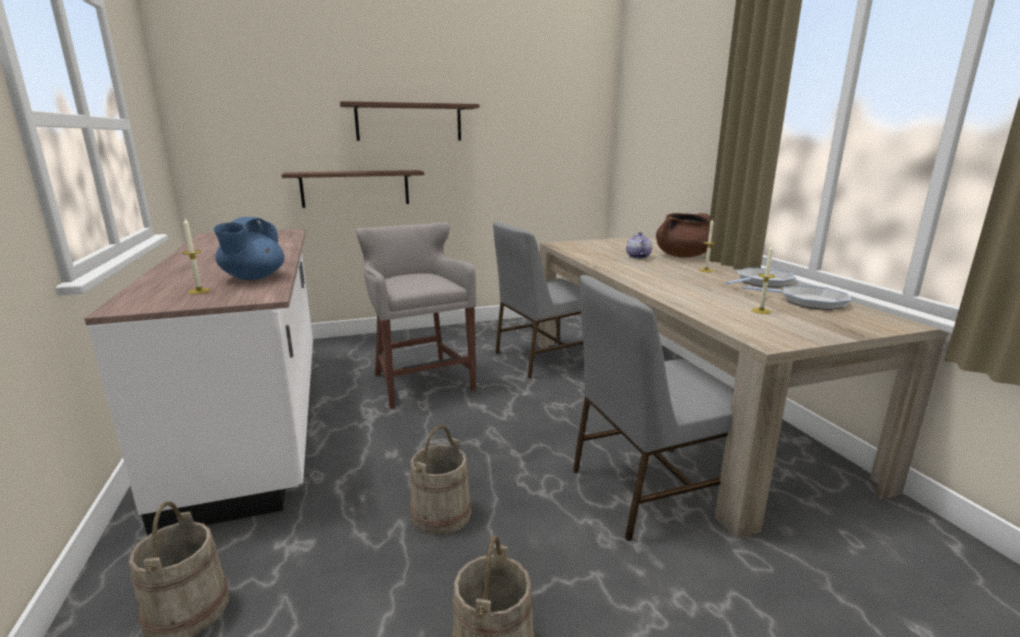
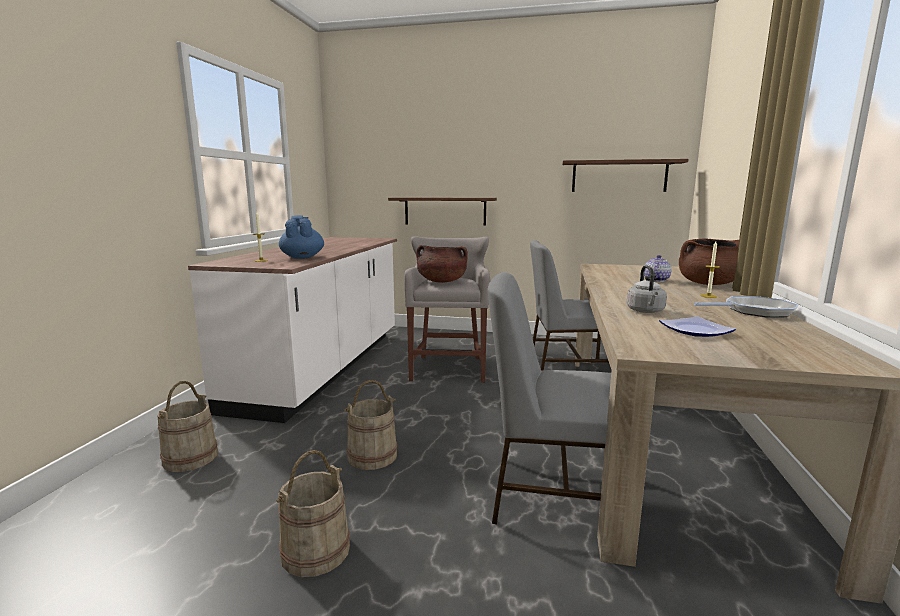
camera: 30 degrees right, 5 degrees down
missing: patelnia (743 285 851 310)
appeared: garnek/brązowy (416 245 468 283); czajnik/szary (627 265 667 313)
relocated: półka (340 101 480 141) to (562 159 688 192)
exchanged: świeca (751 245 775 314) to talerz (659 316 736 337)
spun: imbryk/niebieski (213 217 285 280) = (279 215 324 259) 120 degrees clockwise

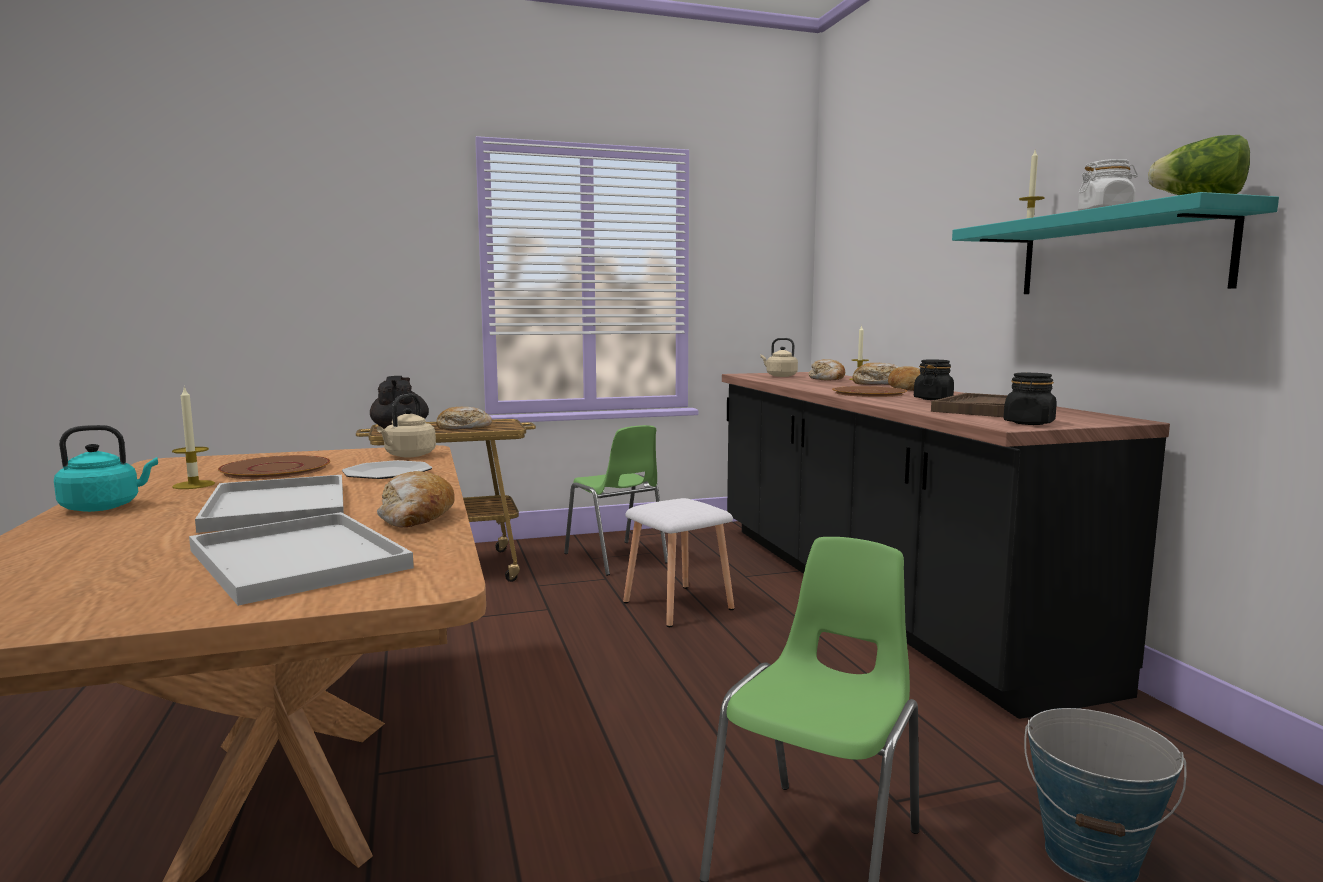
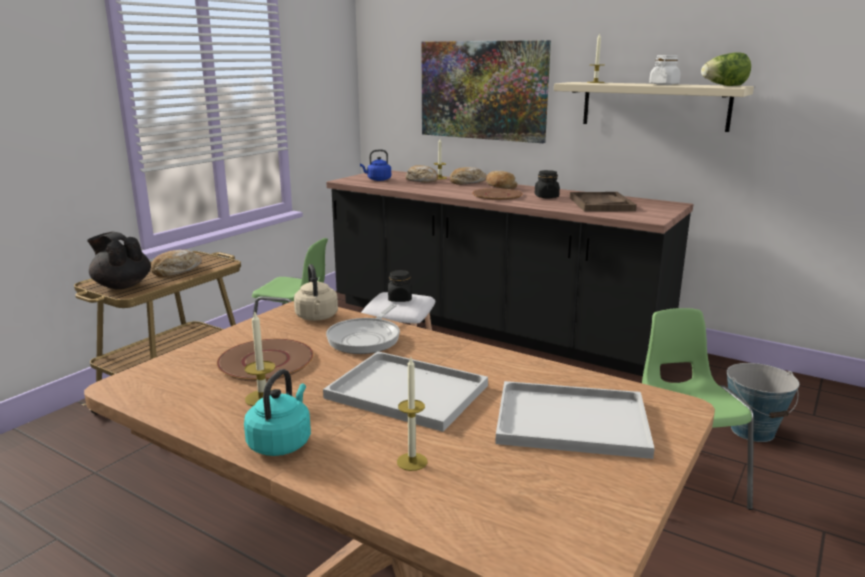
camera: 40 degrees left, 10 degrees up
missing: chleb (377 471 454 527)
appeared: świeca (397 358 428 471); obraz (421 40 551 143)
relocated: słoik/czarny (1004 373 1057 425) to (388 270 412 302)
exchanged: talerz (342 460 432 479) to patelnia (326 304 400 354)
colour: czajnik/beżowy (760 338 798 377) to czajnik/niebieski (360 150 391 181); półka/turkusowy (952 192 1279 294) to półka/beżowy (554 82 754 132)

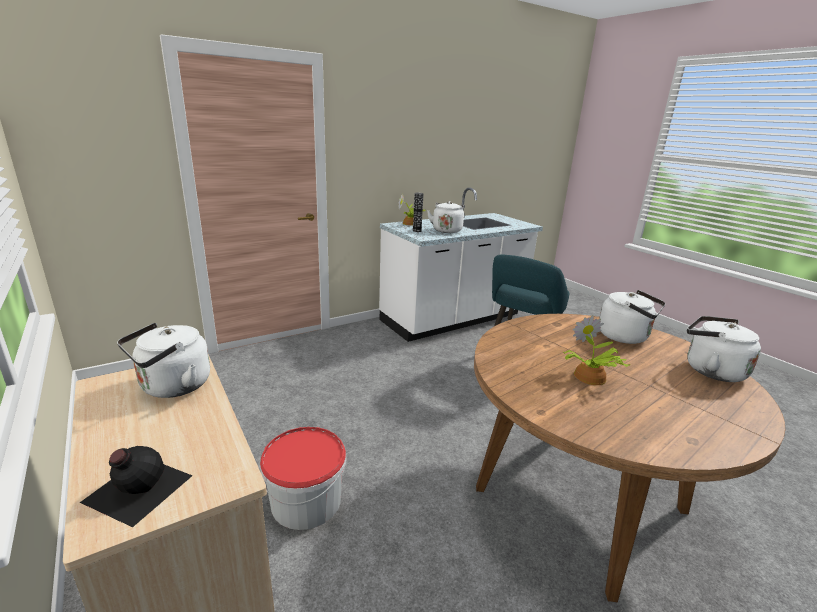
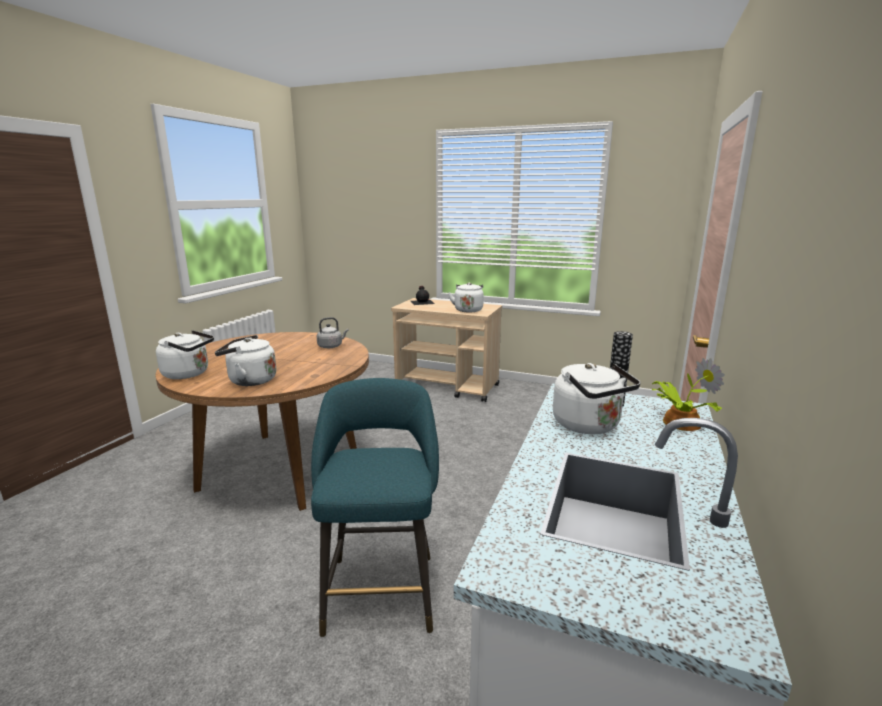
camera: 145 degrees right, 5 degrees down
missing: wiadro (260 427 347 530); roślina doniczkowa (564 315 630 385)
appeared: czajnik/szary (317 317 349 348)

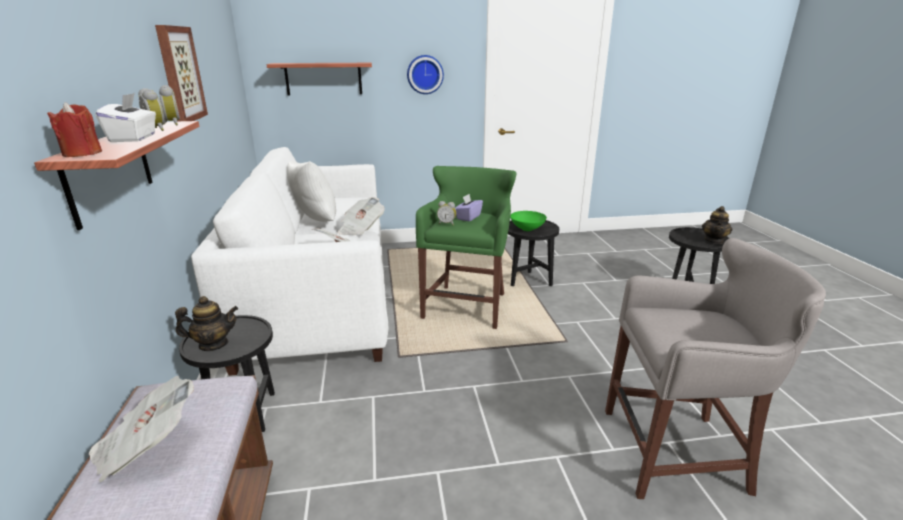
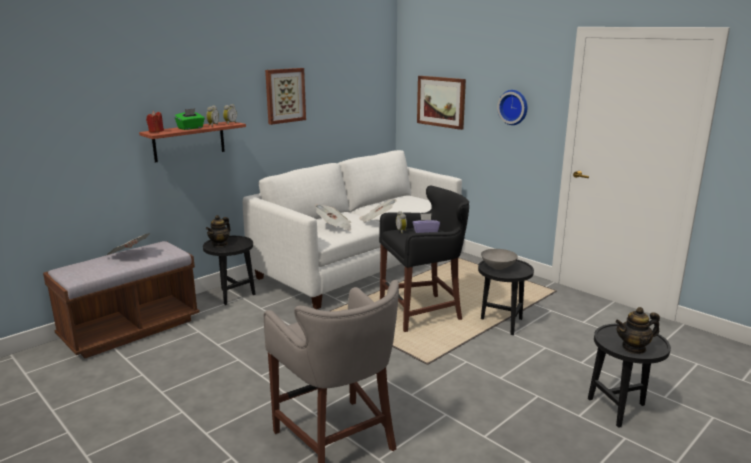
camera: 55 degrees right, 5 degrees down
missing: poduszka/biały (287 161 336 222)
exchanged: półka (266 63 372 95) to obraz (417 76 466 130)
colour: pudełko chusteczek/biały (96 93 156 142) to pudełko chusteczek/zielony (174 108 205 130); stołek/zielony (416 166 516 329) to stołek/czarny (379 186 469 332); miska/zielony (510 211 547 231) to miska/szary (481 249 518 270)
spun: imbryk (175 296 238 351) = (206 215 231 247) 75 degrees clockwise

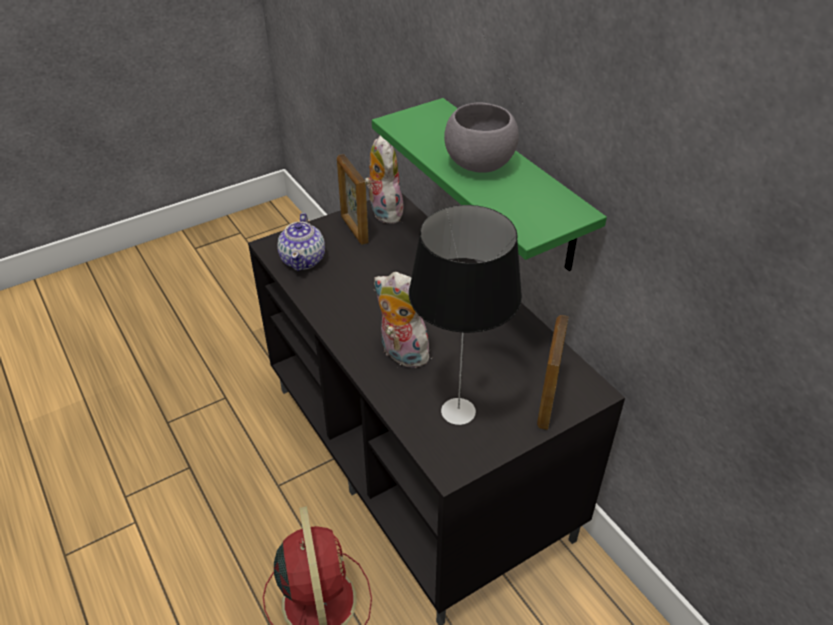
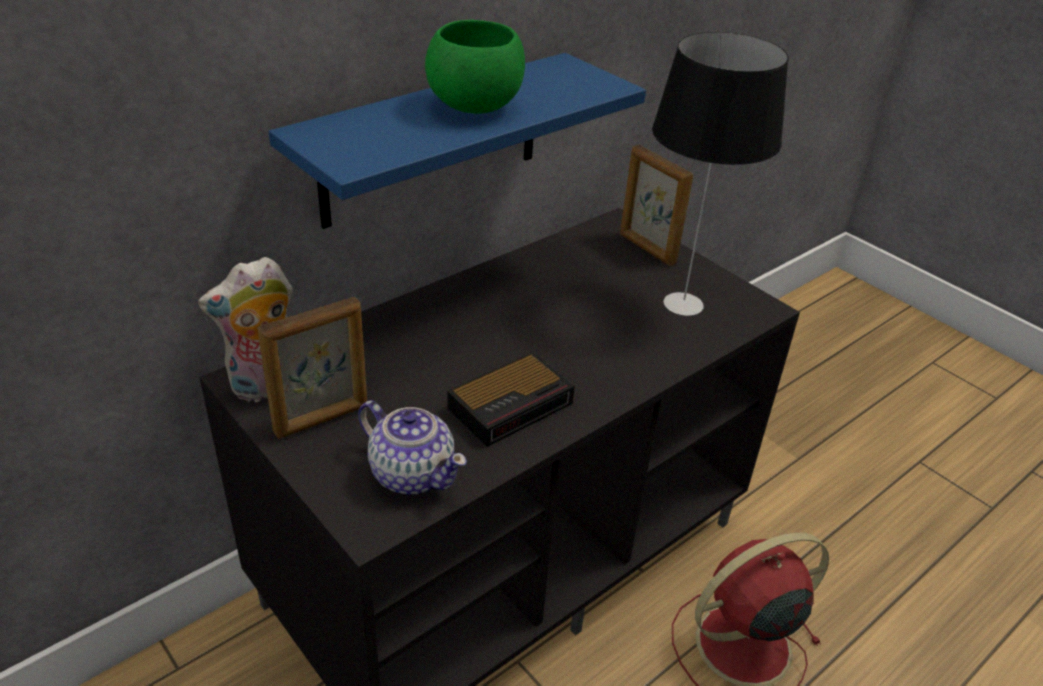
camera: 100 degrees left, 5 degrees down
missing: pluszak (374 272 429 368)
appeared: budzik (447 352 575 447)
colour: półka/zielony (372 98 607 271) to półka/niebieski (269 53 646 229); miska/szary (444 102 519 173) to miska/zielony (425 20 525 114)
spun: imbryk (277 213 325 271) = (358 400 467 495) 45 degrees clockwise; ramka na zdjęcie (537 315 569 430) = (620 145 693 266) 45 degrees clockwise

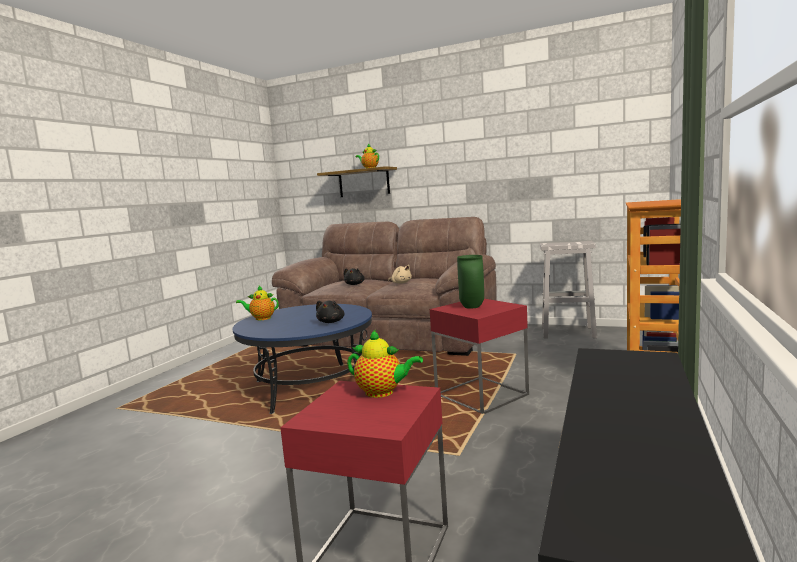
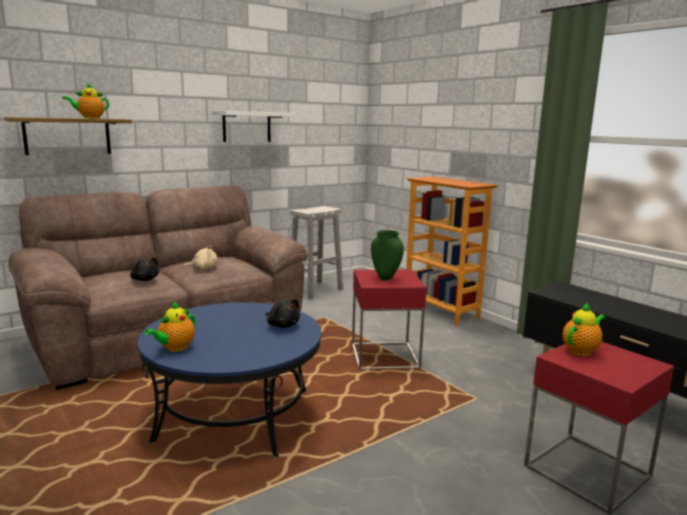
camera: 60 degrees left, 5 degrees up
appeared: półka/biały (212 111 295 142)

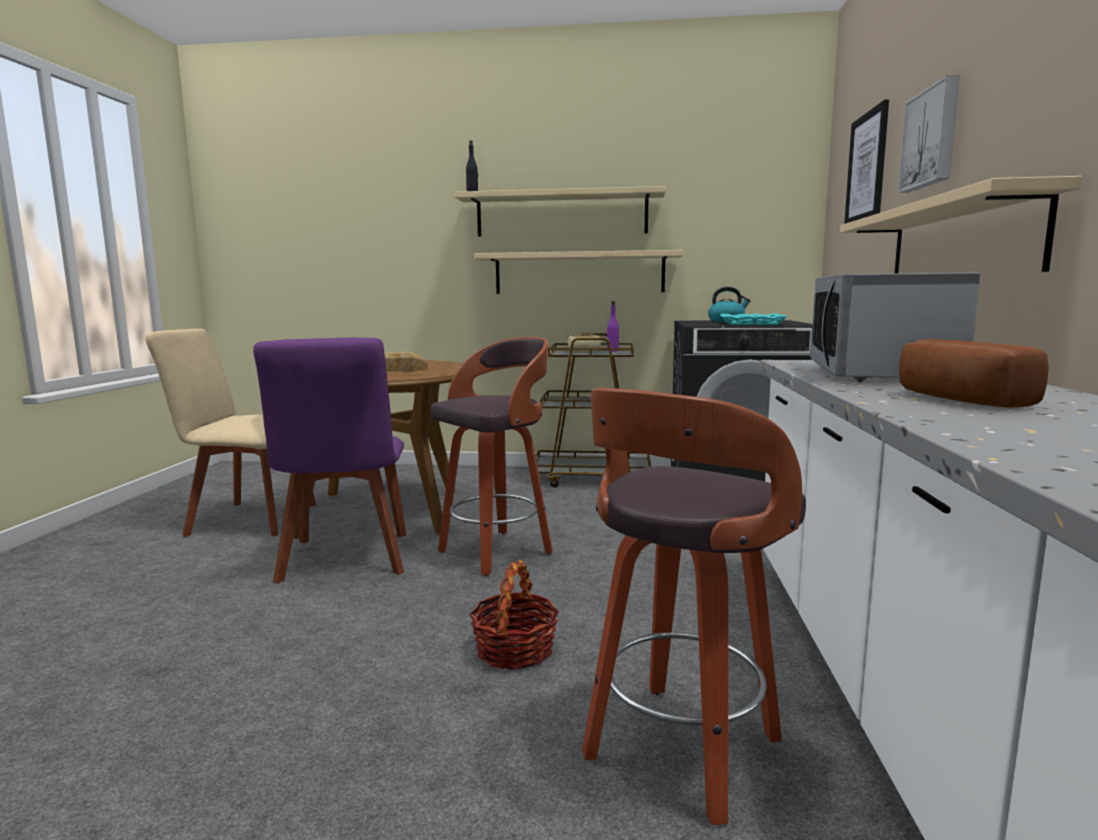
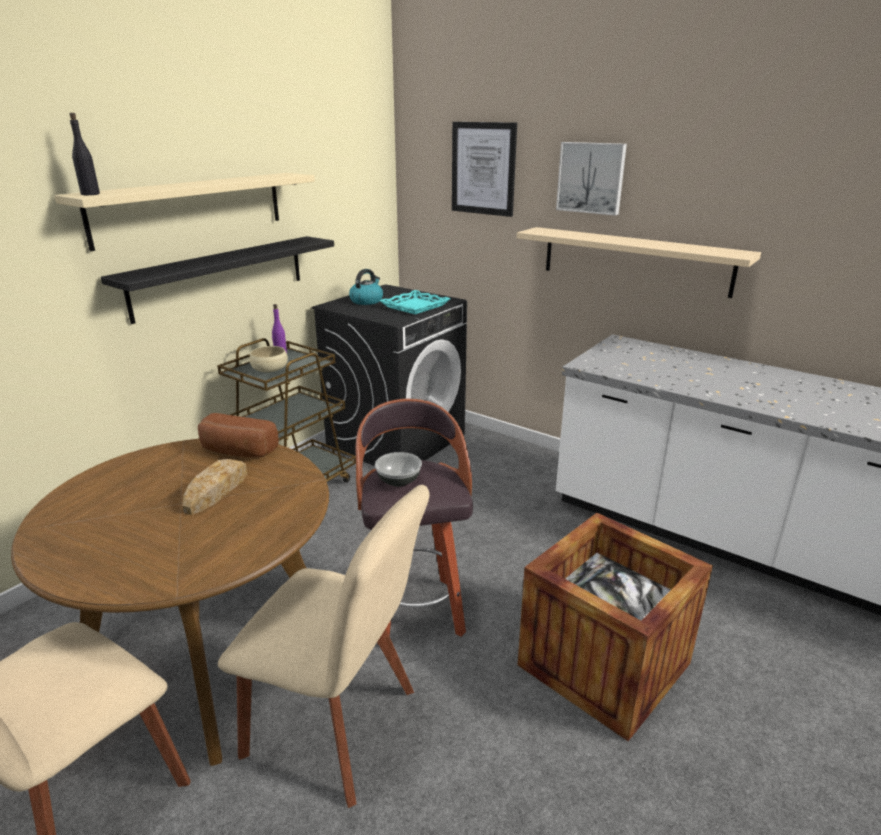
camera: 60 degrees left, 15 degrees up
missing: stołek (582 388 806 825); mikrofalówka (811 272 981 382)
appeared: miska (375 452 422 487)
relocated: chleb (899 339 1049 408) to (198 413 279 457)
exchanged: koszyk (469 560 559 670) to skrzynka (518 513 713 741)
colour: krzesło/fioletowy (253 337 406 584) to krzesło/beżowy (218 485 430 808); półka/beżowy (474 250 684 294) to półka/czarny (101 236 334 324)

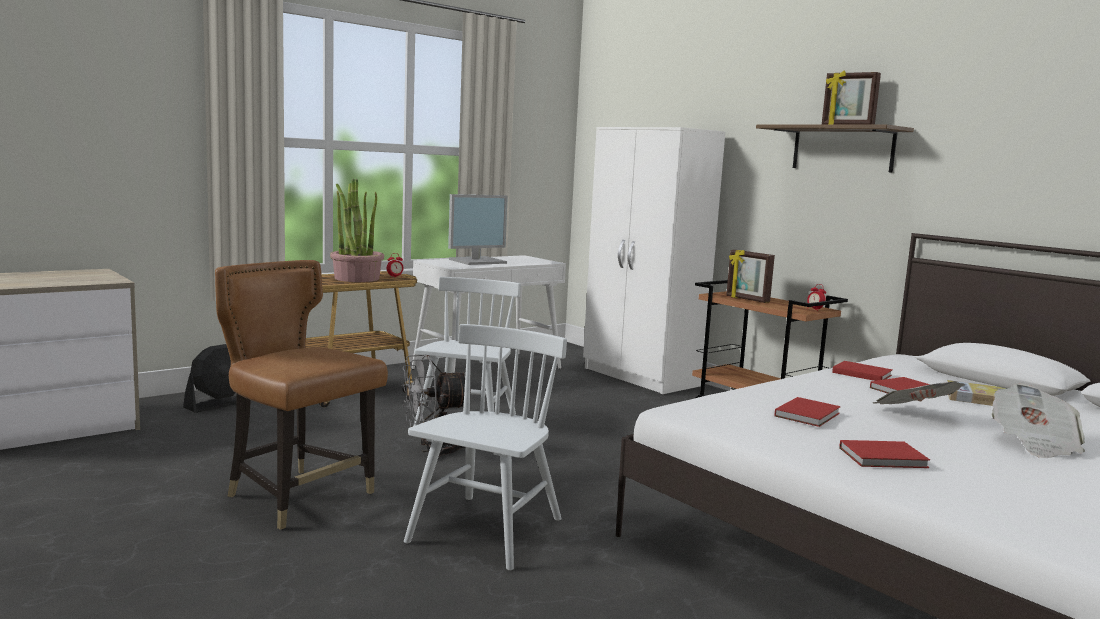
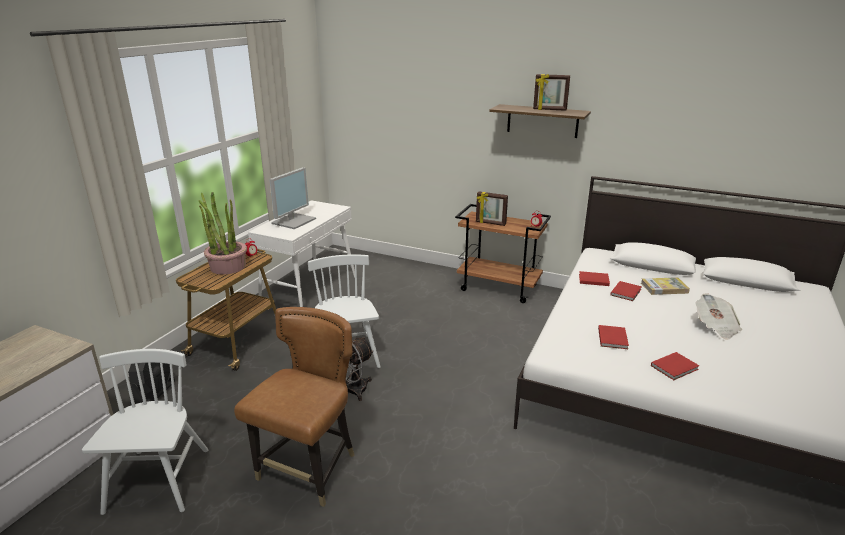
camera: 25 degrees left, 15 degrees up
missing: szafa/biały (583 127 725 394); gazeta (873 381 965 404)
relocated: krzesło/biały (404 324 567 571) to (82 349 208 515)
spun: krzesło/brązowy (215 260 388 530) = (234 307 355 507) 105 degrees clockwise

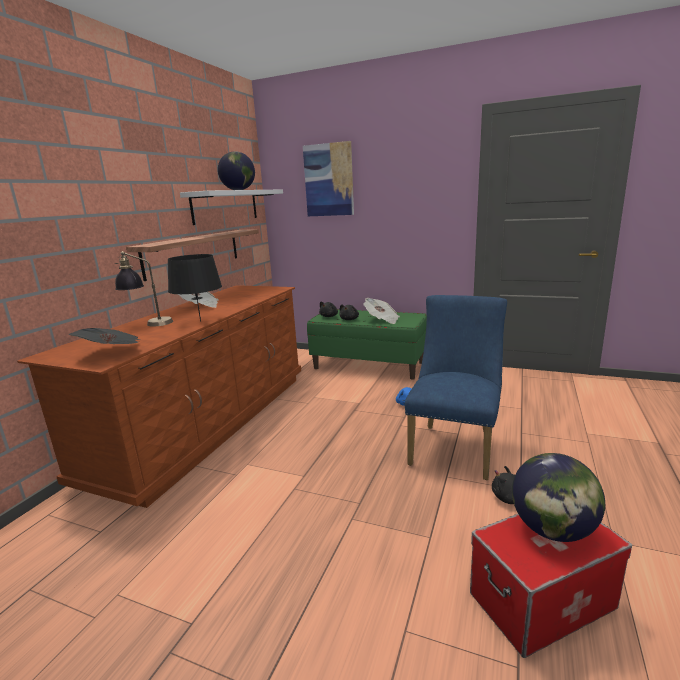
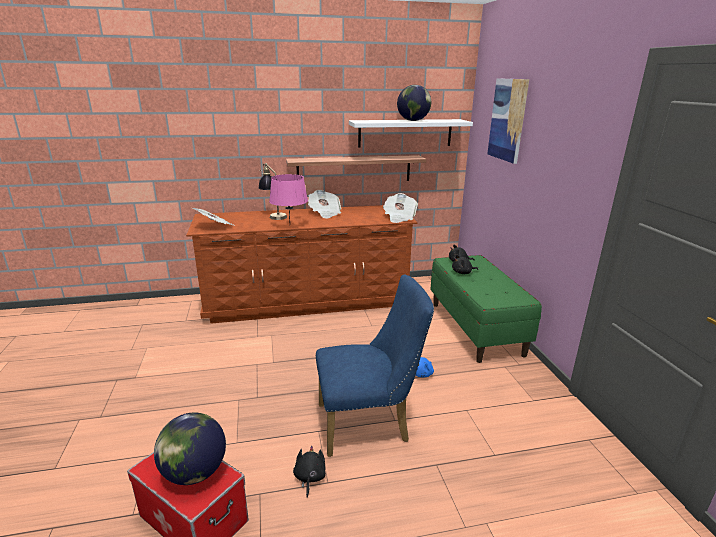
camera: 55 degrees right, 5 degrees up
relocated: gazeta (364 298 400 324) to (383 193 418 223)
colour: lampa stołowa/czarny (167 254 222 322) to lampa stołowa/różowy (269 174 308 221)

